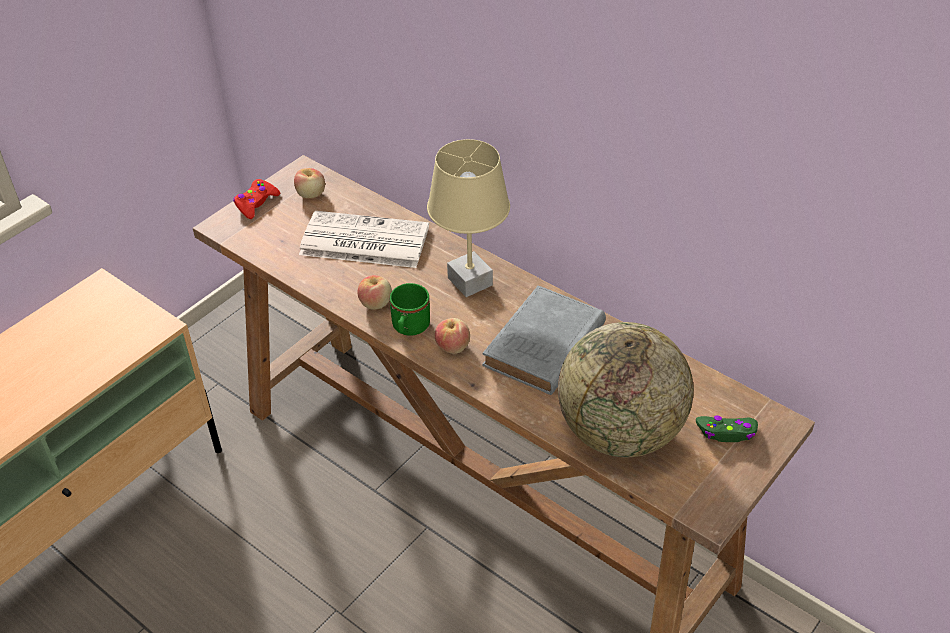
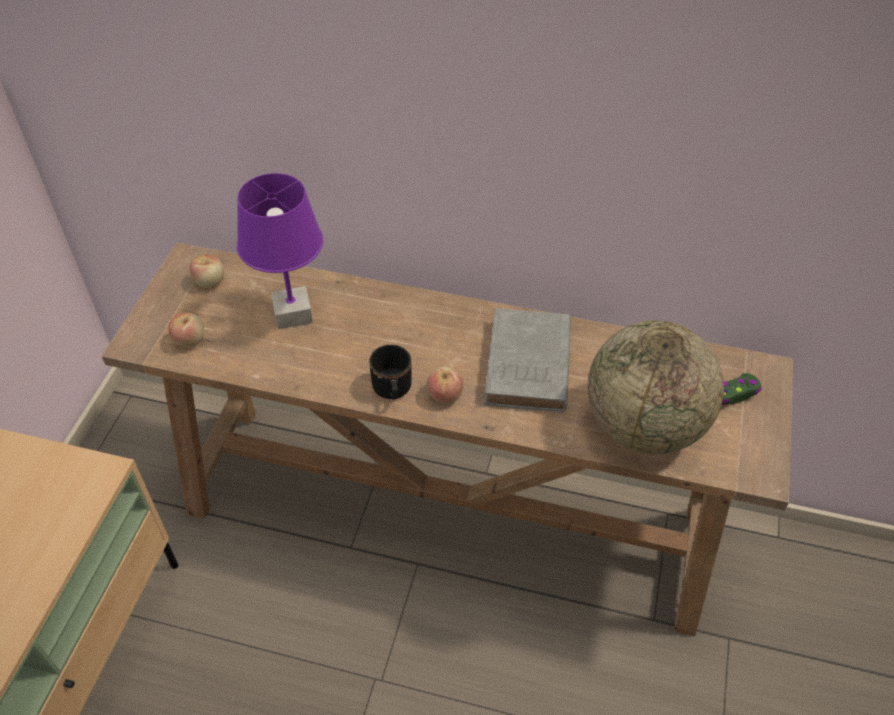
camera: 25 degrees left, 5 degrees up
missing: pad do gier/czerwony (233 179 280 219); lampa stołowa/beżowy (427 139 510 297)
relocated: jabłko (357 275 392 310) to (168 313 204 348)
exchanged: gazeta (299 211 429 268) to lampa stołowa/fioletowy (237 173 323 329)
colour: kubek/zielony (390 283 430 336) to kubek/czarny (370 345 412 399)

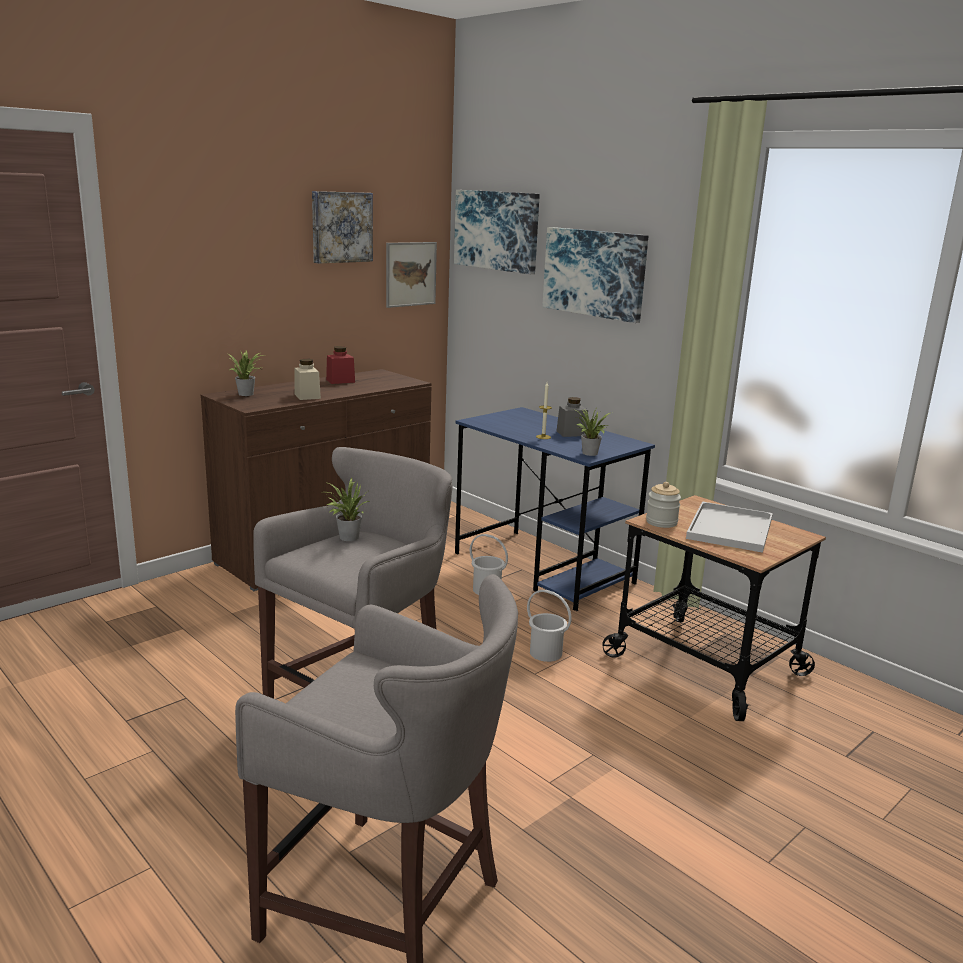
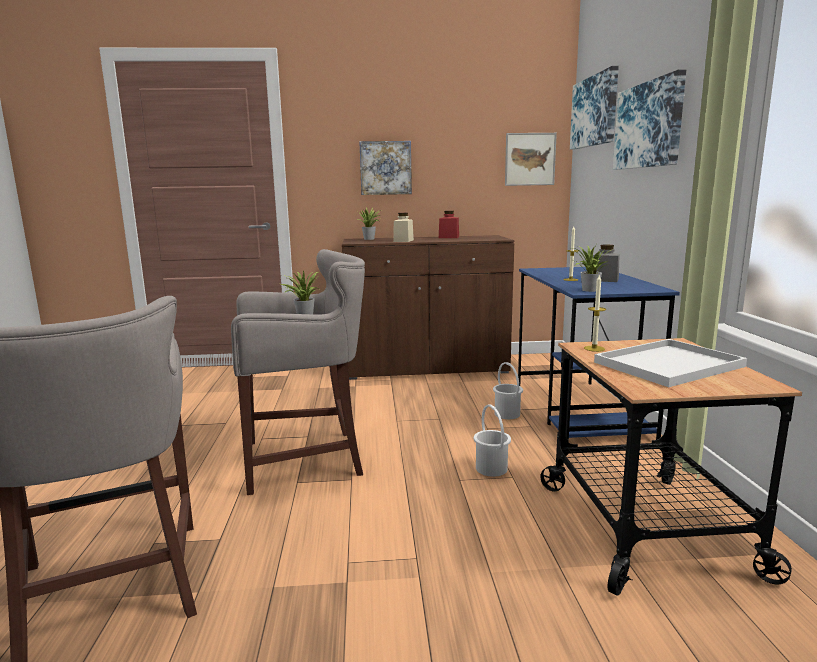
camera: 40 degrees right, 5 degrees down
relocated: obraz (312 191 373 264) to (359 141 412 195)
exchanged: słoik (646 482 681 528) to świeca (584 274 606 352)

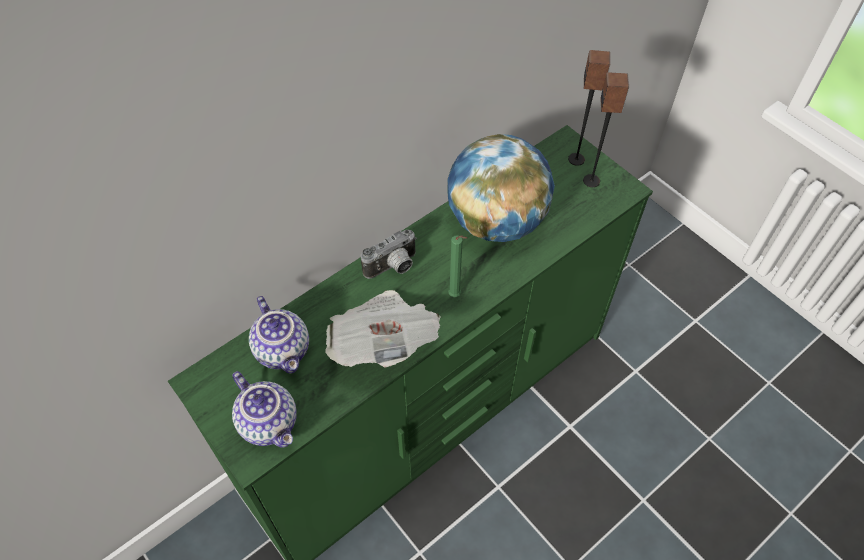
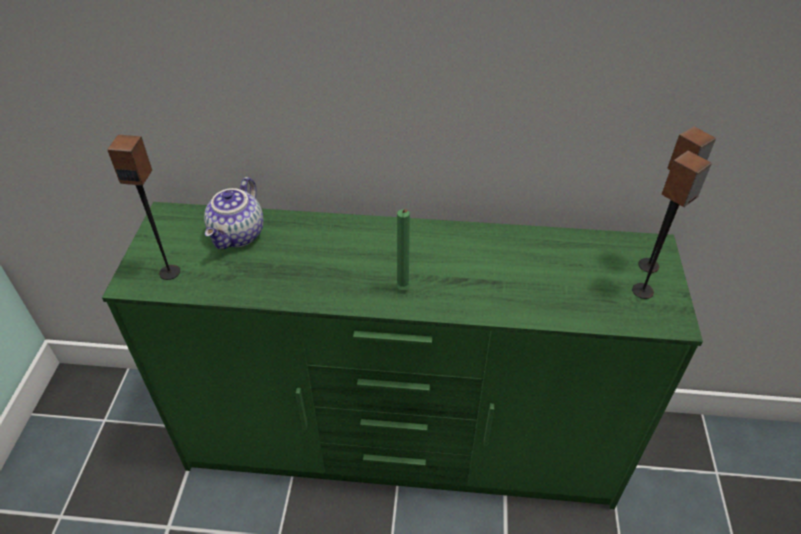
camera: 45 degrees right, 10 degrees down
missing: gazeta (325 290 440 367); aparat fotograficzny (361 230 417 279); globus (447 134 555 242)
exchanged: imbryk (232 371 297 448) to głośnik (107 134 180 280)

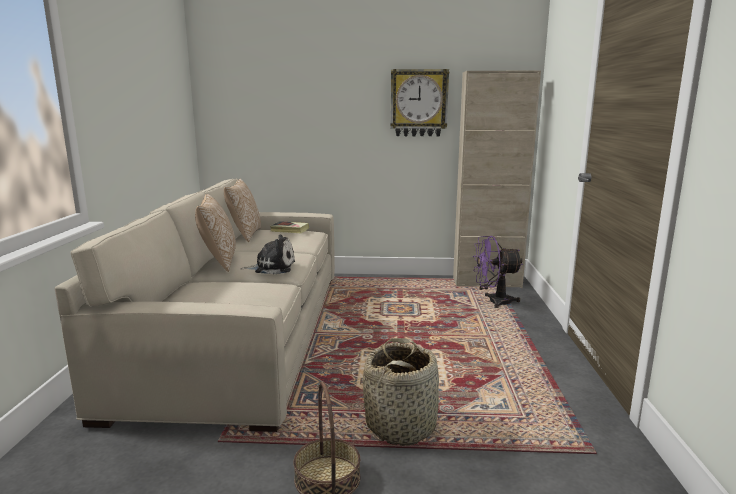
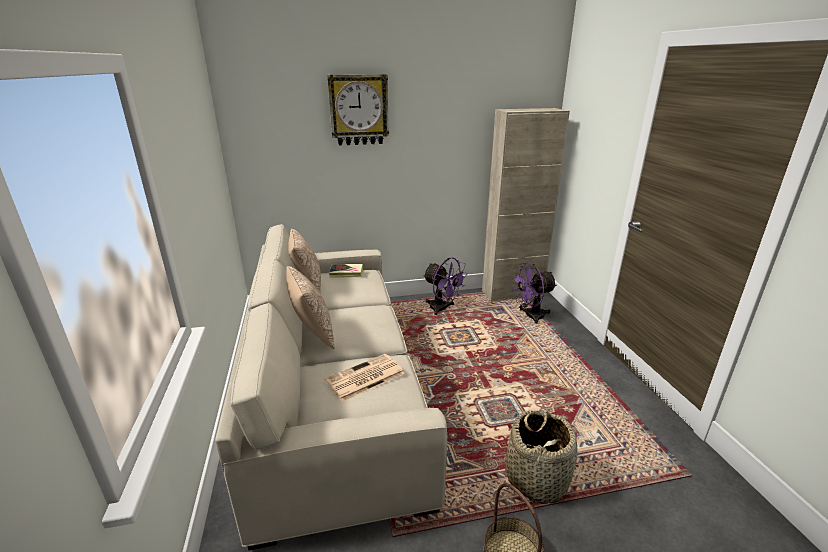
camera: 15 degrees left, 10 degrees up
missing: pluszak (241 234 295 274)
appeared: gazeta (324 354 405 402); wentylator/fioletowy (423 258 468 315)
relocated: zegar ścienny (390 69 449 136) to (327 74 389 146)

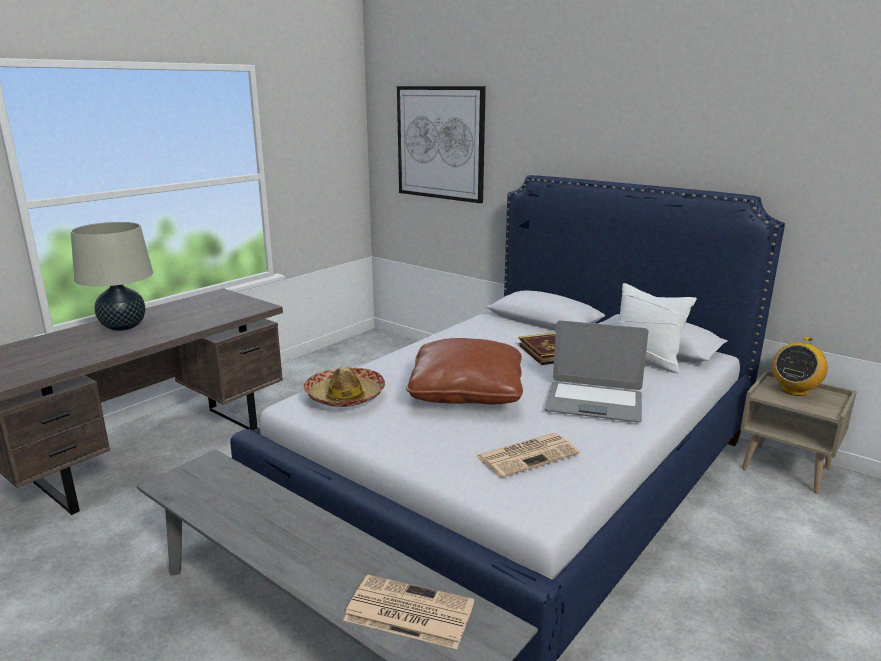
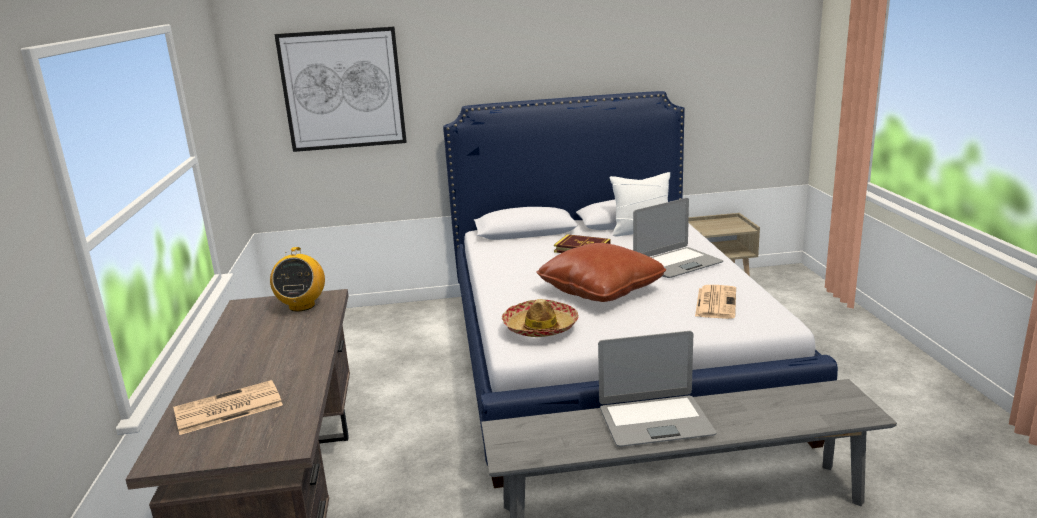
camera: 45 degrees left, 0 degrees up
missing: lampa stołowa/beżowy (70 222 153 331)
appeared: laptop (598 331 716 447)
relocated: gazeta (343 575 474 649) to (173 380 283 435); radio (772 337 828 396) to (270 247 325 312)

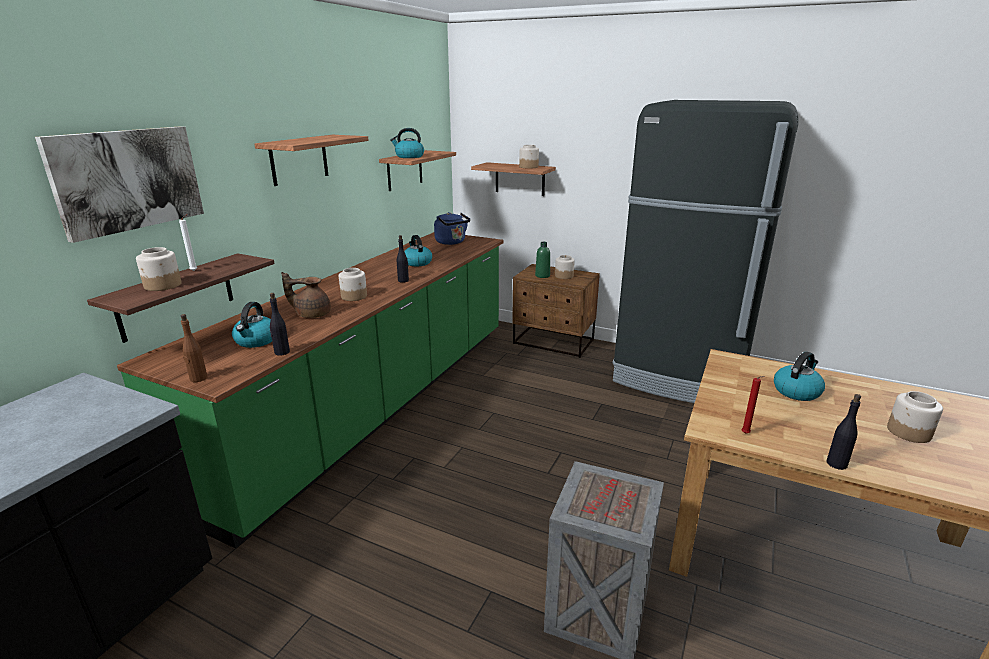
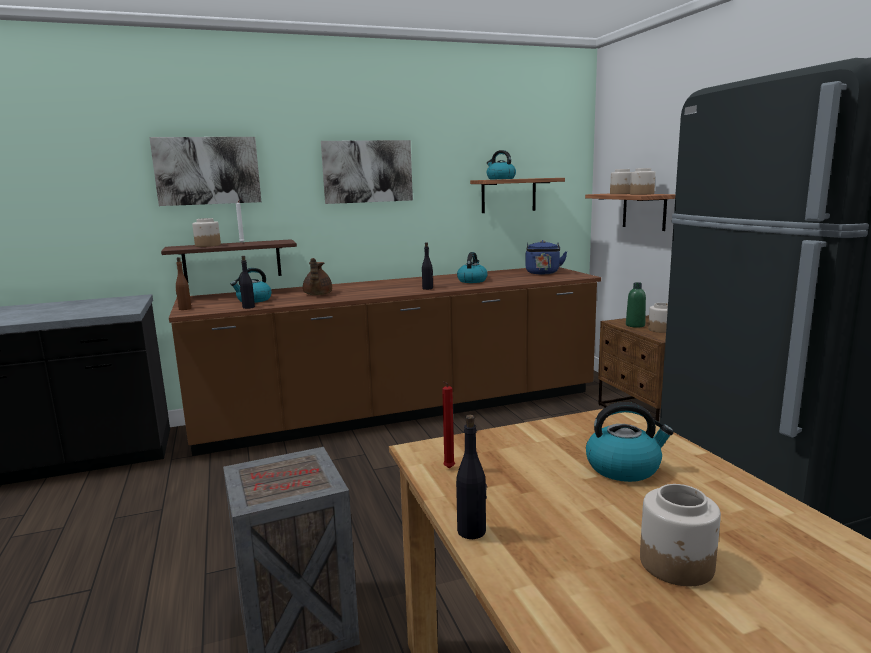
camera: 45 degrees right, 10 degrees down
relocated: słoik (339 268 367 301) to (610 169 631 194)
exchanged: półka (255 135 369 186) to obraz (321 140 413 204)
colour: zabudowa kuchenna/zielony (117 232 504 549) to zabudowa kuchenna/brązowy (169 267 601 456)
spun: imbryk/brązowy (281 272 331 318) = (303 258 332 295) 135 degrees counterclockwise

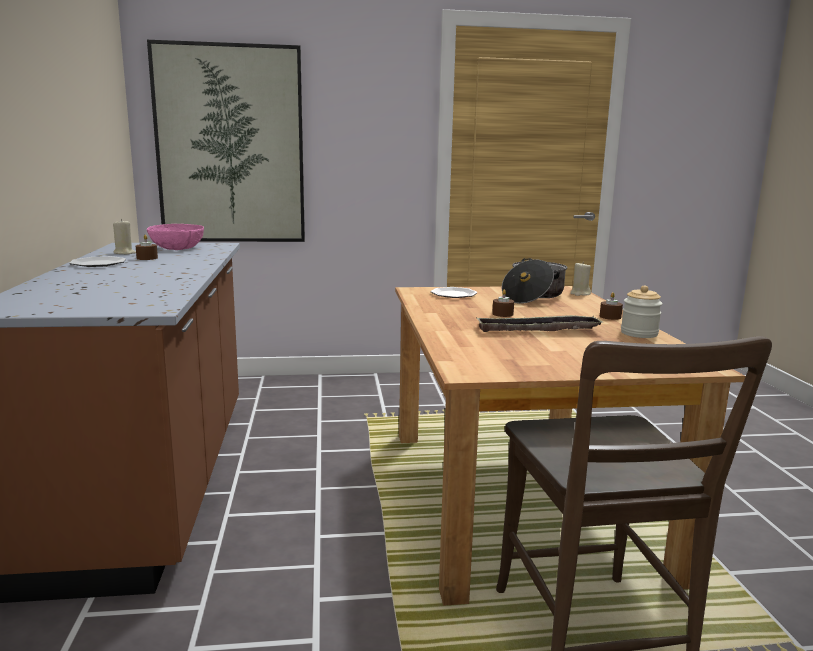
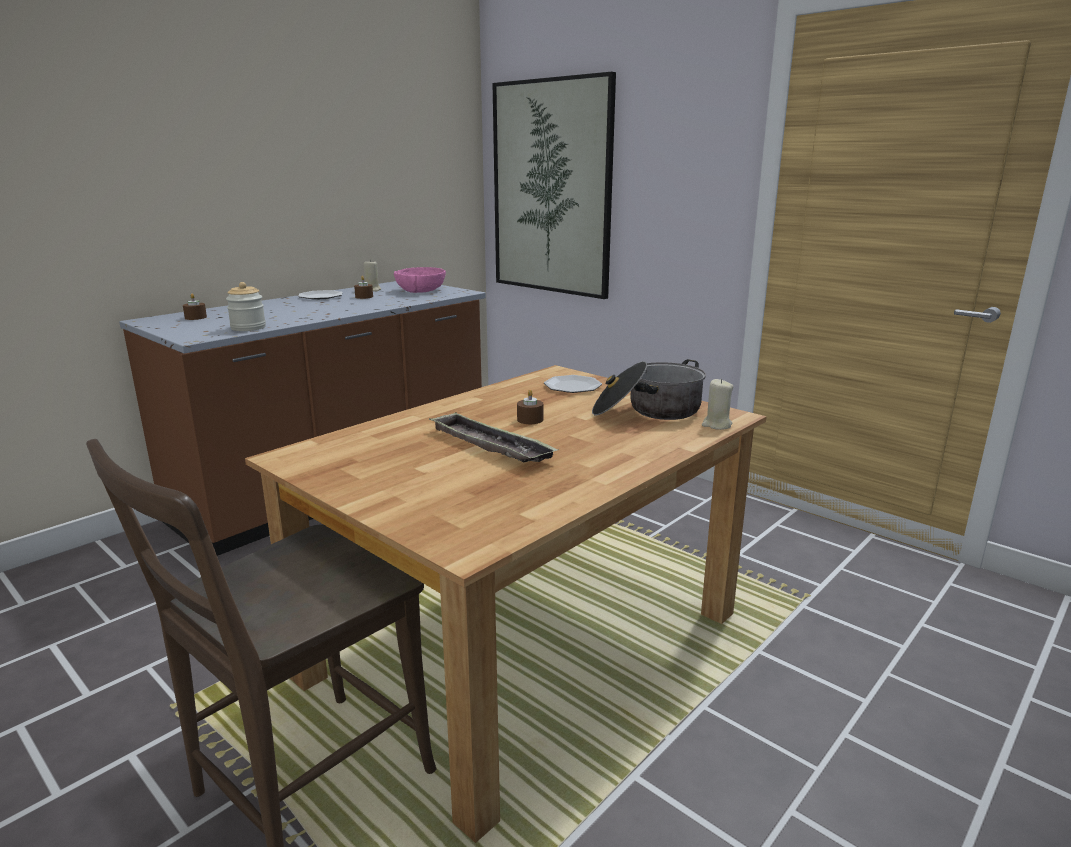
camera: 50 degrees right, 5 degrees up
relocated: świeca/brązowy (600 292 623 320) to (183 294 207 320); słoik (621 285 663 338) to (226 282 266 331)

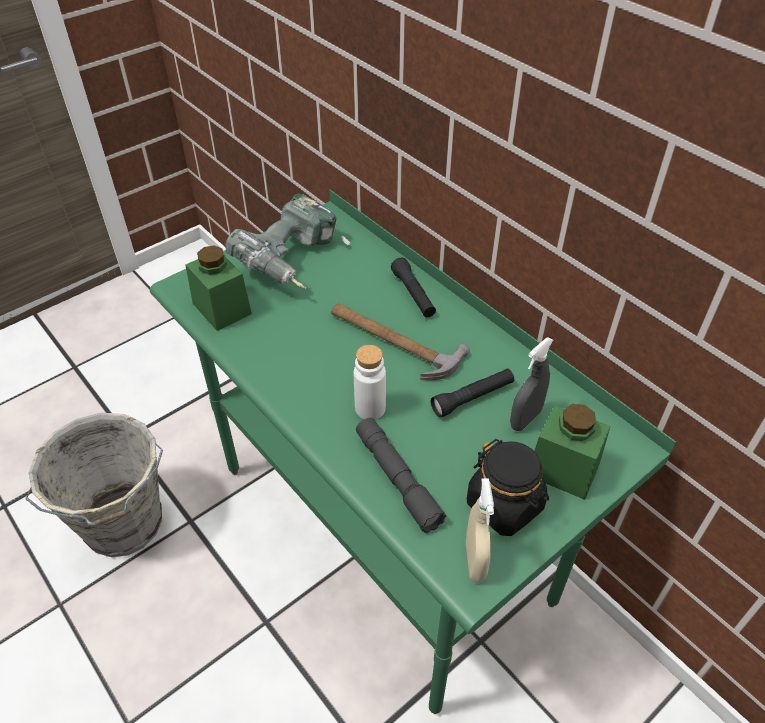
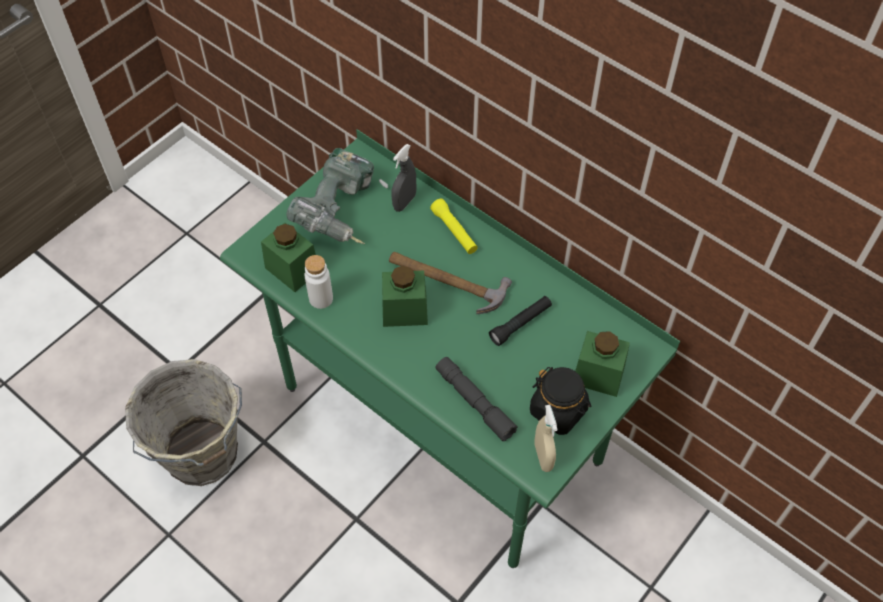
camera: 10 degrees left, 10 degrees up
appeared: słoik/zielony (382 266 428 327)
relocated: butelka/biały (354 345 386 420) to (304 255 333 309); spryskiwacz/szary (510 337 553 431) to (391 144 416 212)
colour: latarka/czarny (391 257 436 318) to latarka/żółty (430 199 478 254)

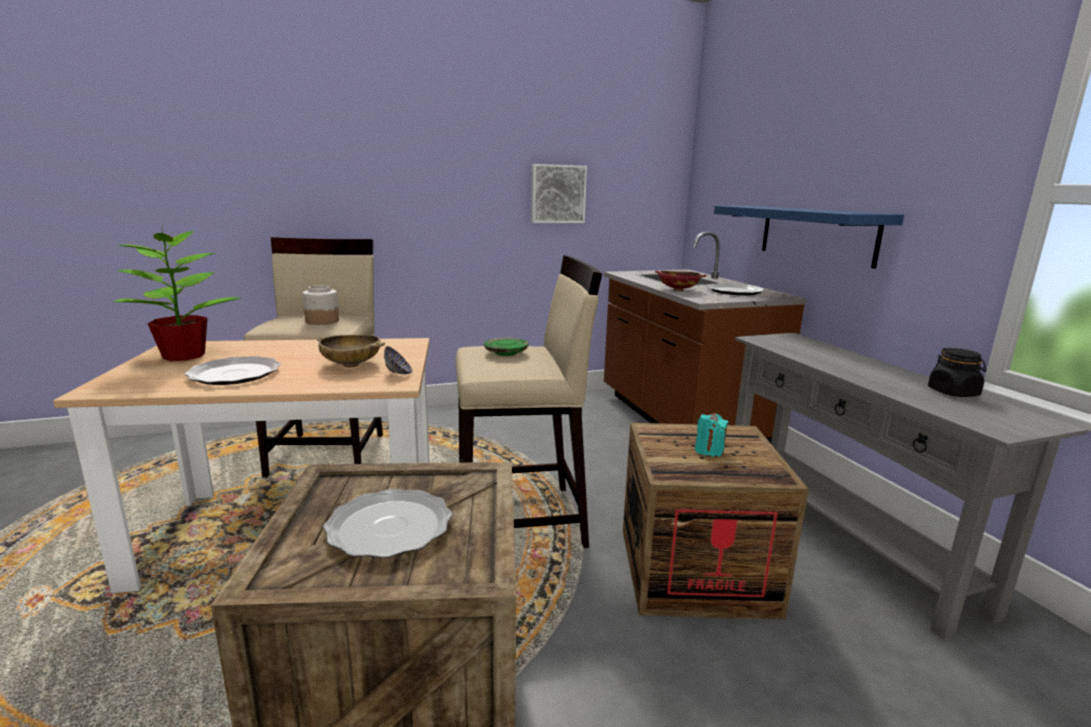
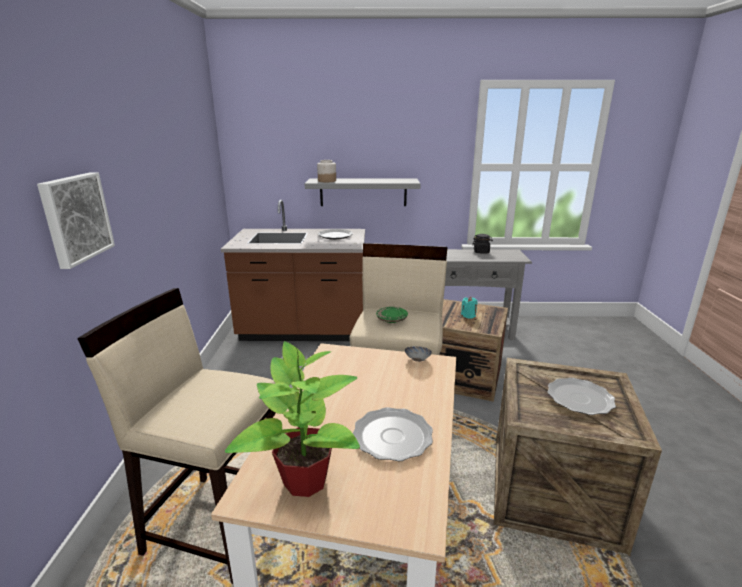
camera: 70 degrees left, 5 degrees up
missing: miska/beżowy (317 335 385 367); miska/czerwony (655 271 706 292)
relocated: słoik (302 285 339 325) to (317 160 336 182); obraz (531 164 587 223) to (37 172 115 269)
colour: półka/niebieski (714 206 904 269) to półka/szary (305 178 420 206)

